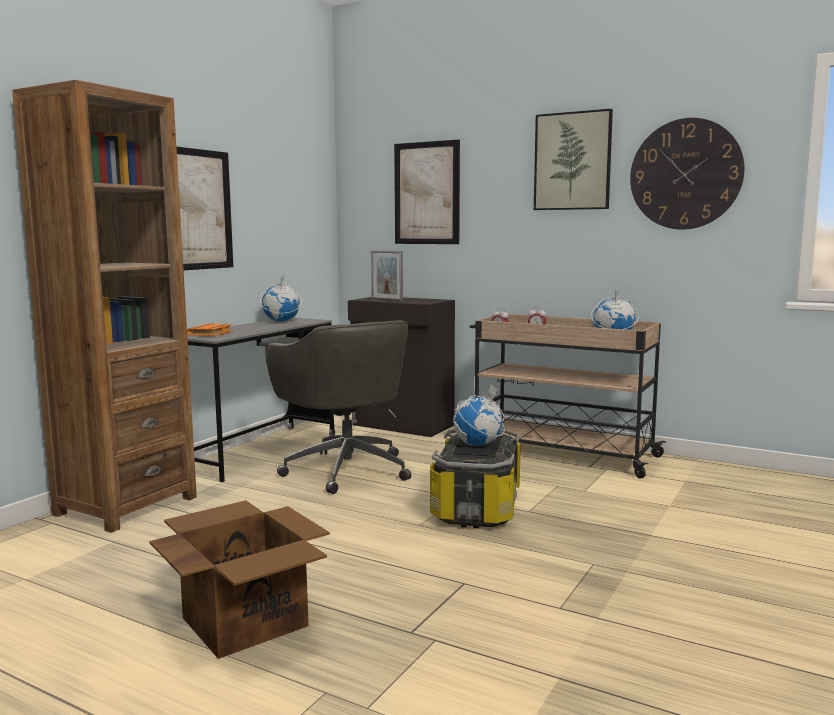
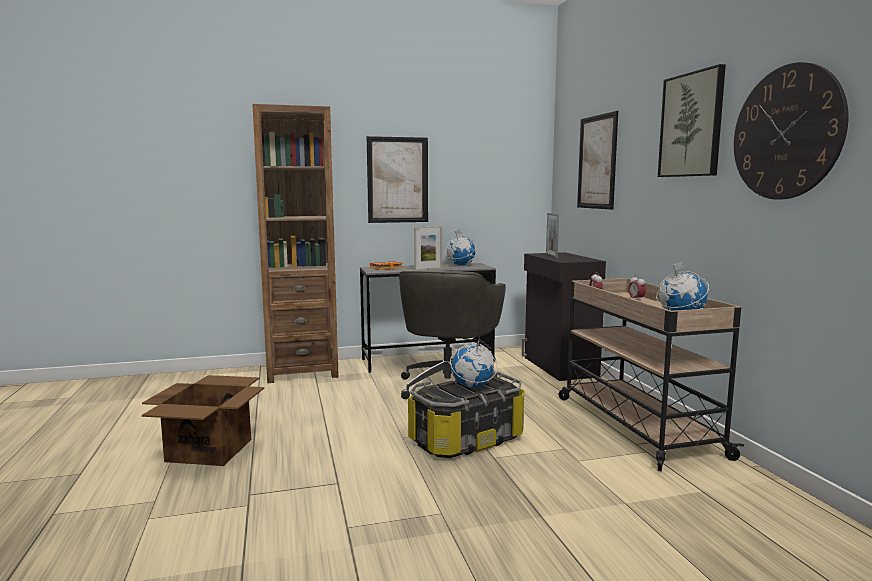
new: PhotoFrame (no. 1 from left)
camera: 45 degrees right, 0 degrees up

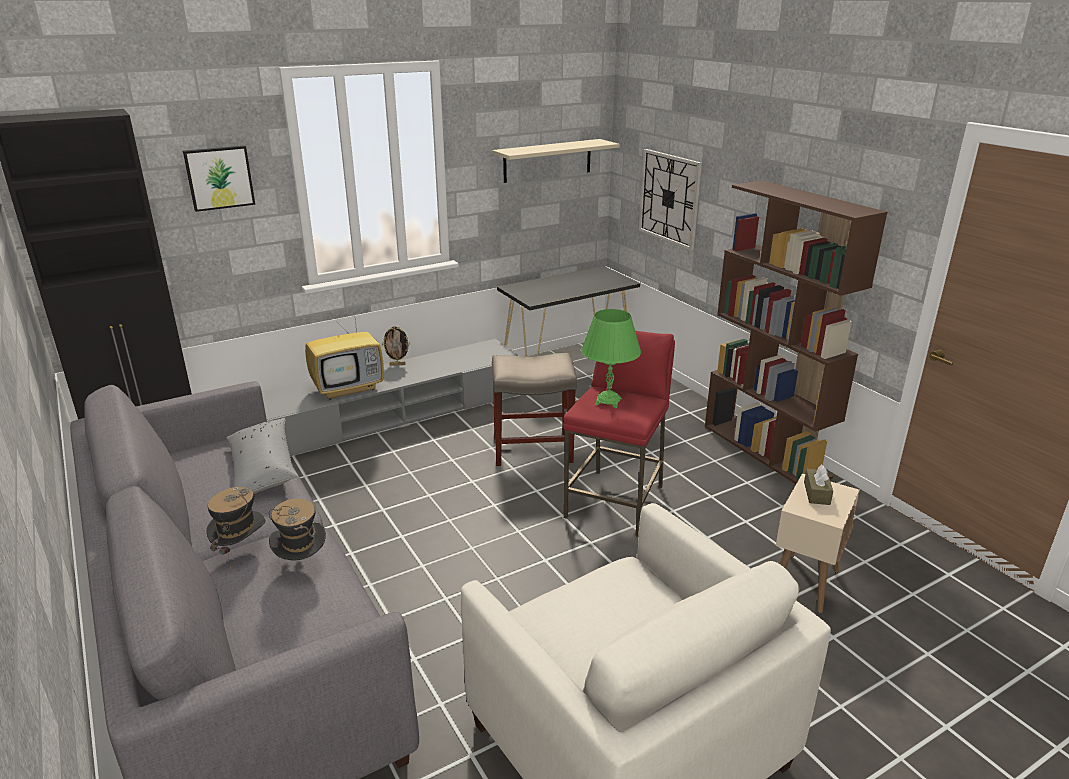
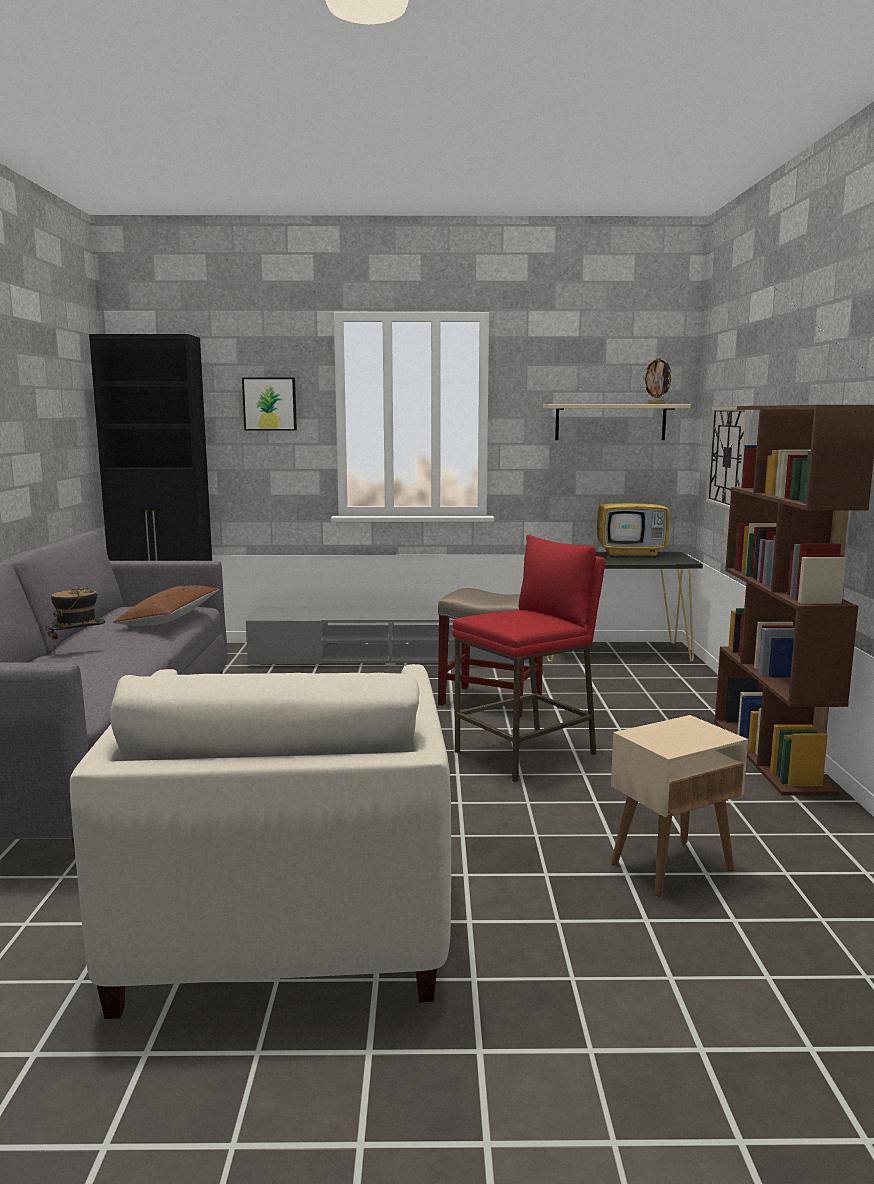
gone: WearableHat (no. 2 from left); GreenColouredTabletopLamp; BrownTissueBox
shifted: Tv; PhotoFrame
repainted: GreyThrowPillow to BrownThrowPillow
camera: 30 degrees right, 15 degrees down

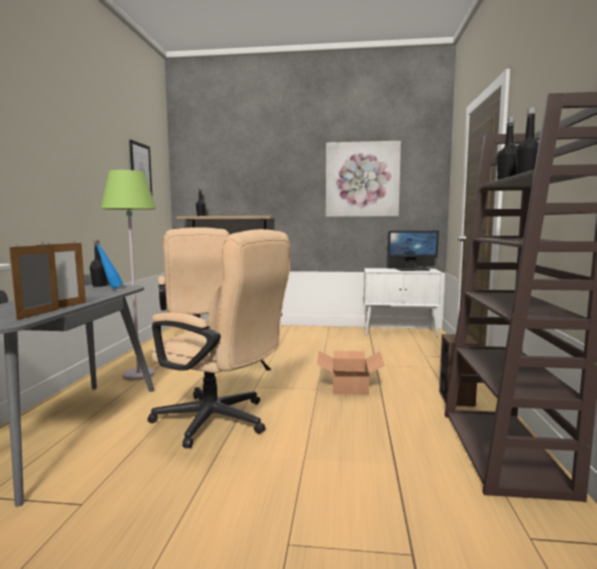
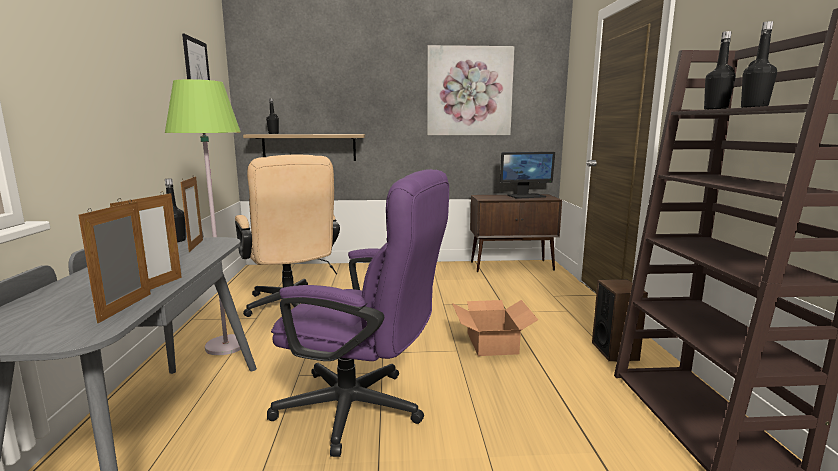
swapped: BluishBeverageBottle to PhotoFrame (no. 3 from left)
repainted: BeigeColouredComputerChair (no. 2 from left) to PurpleComputerChair; WhiteColouredCupboard to BrownCupboard
camera: 10 degrees left, 5 degrees up

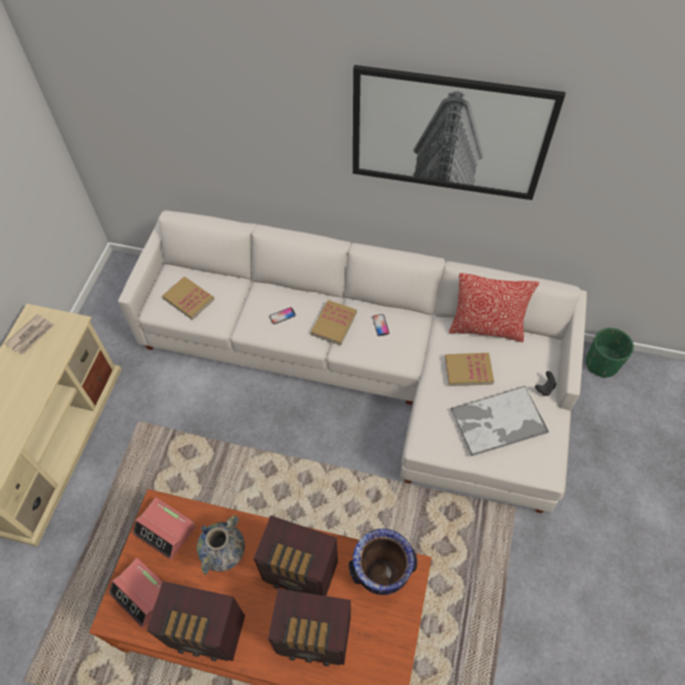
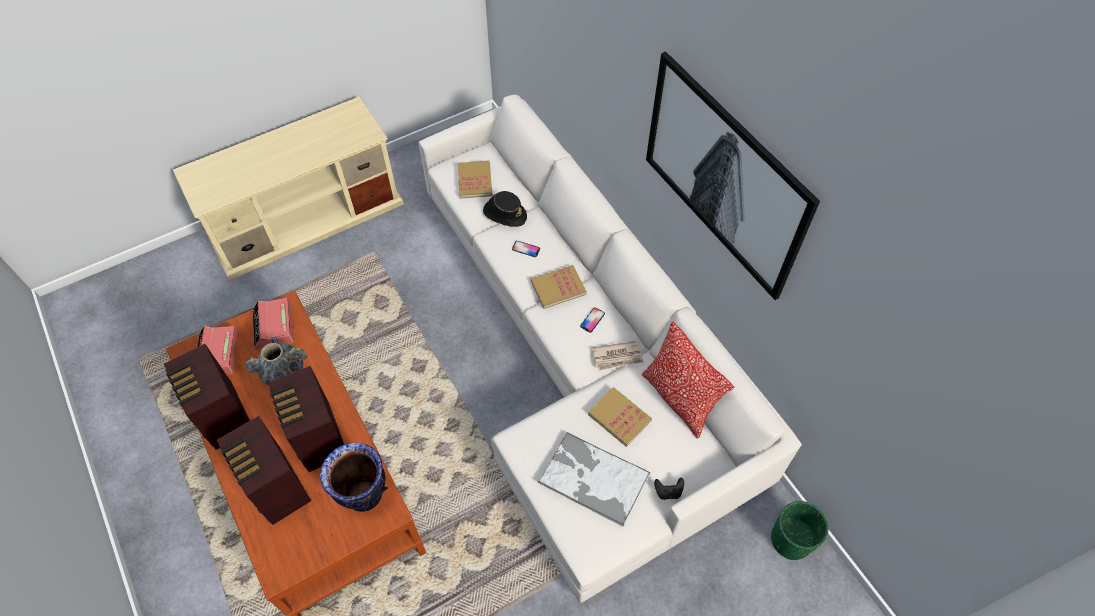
new: BlackWearableHat
shifted: PrintedPaper
camera: 45 degrees right, 0 degrees up

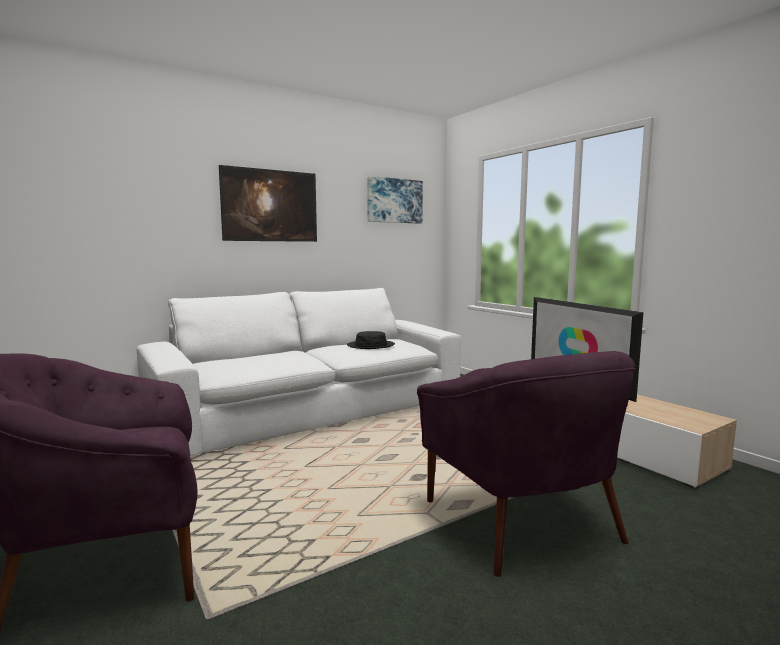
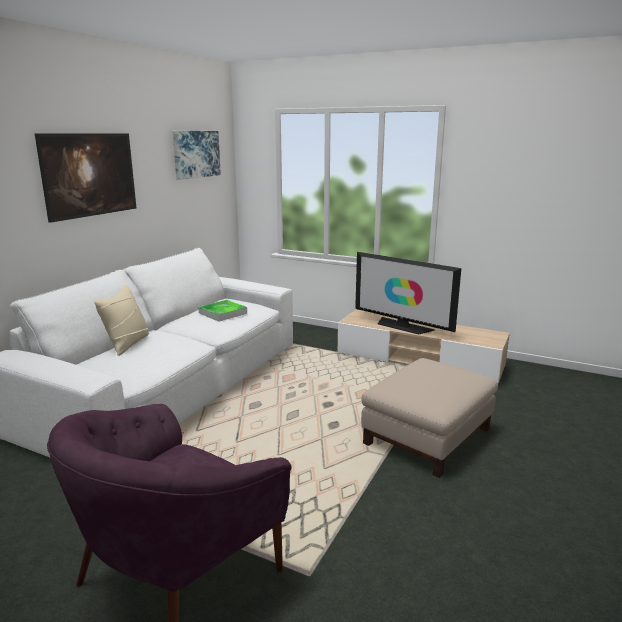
new: BeigeColouredThrowPillow
swapped: BlackWearableHat to CarryingTray; PurpleEasyChair (no. 2 from left) to BeigeColouredOttoman
camera: 30 degrees left, 10 degrees up

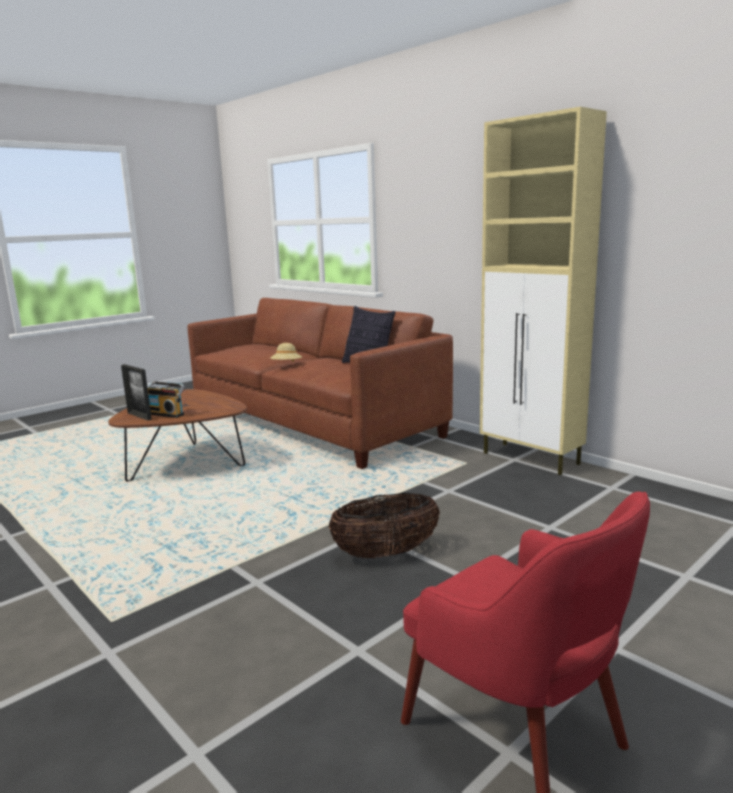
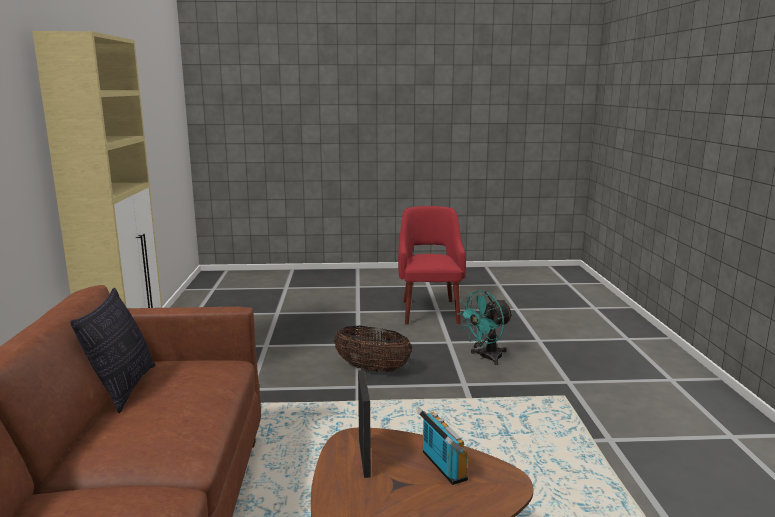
gone: BeigeColouredWearableHat
new: TurquoiseFan
shifted: PhotoFrame
camera: 140 degrees left, 0 degrees up

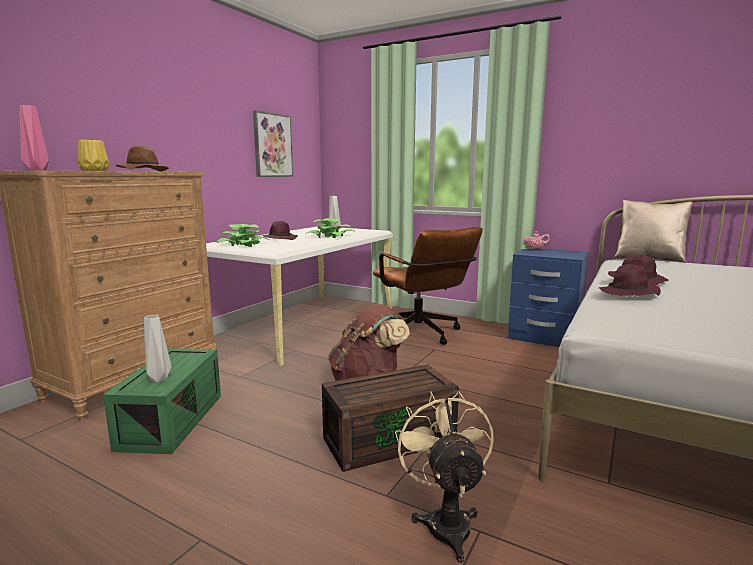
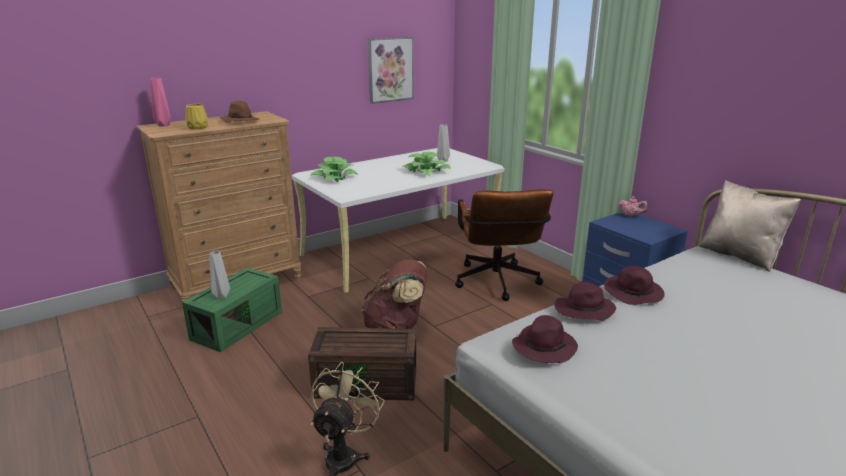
shifted: PurpleWearableHat (no. 1 from left)
camera: 25 degrees right, 10 degrees up

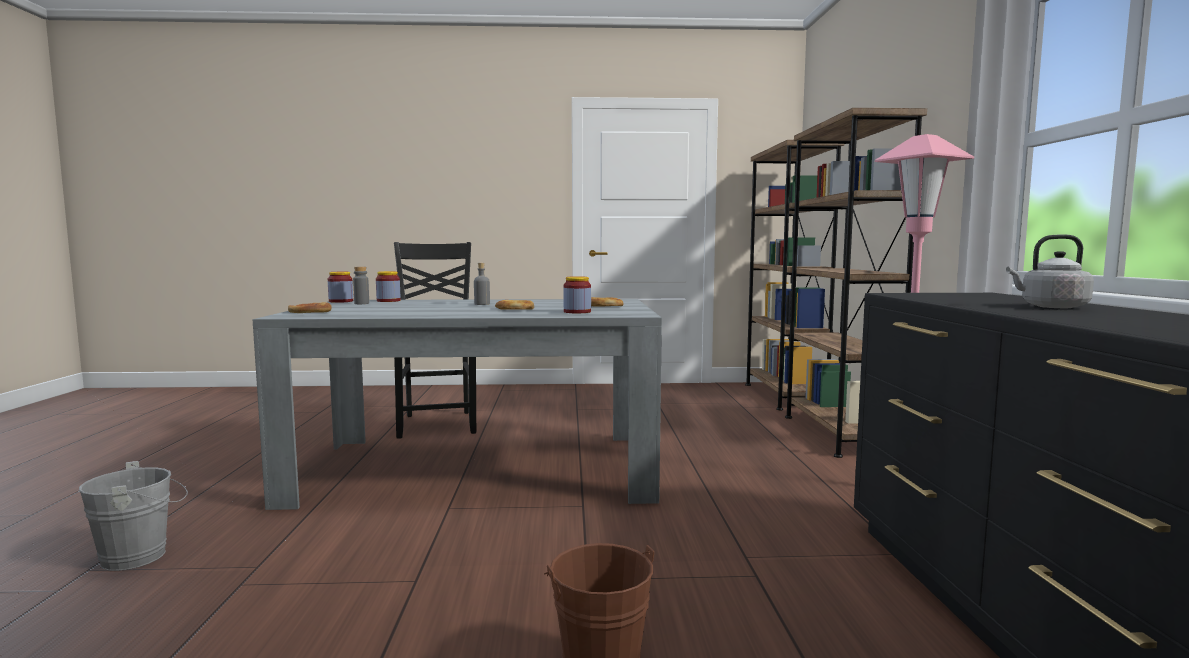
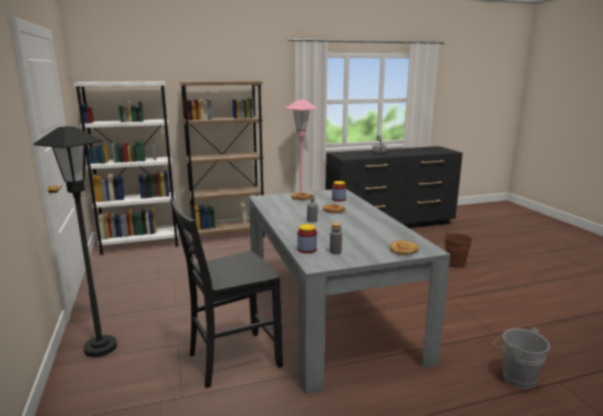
gone: PreserveJar (no. 1 from left)
new: BlackStandardLamp
repainted: BrownShelvingUnit (no. 1 from left) to WhiteColouredShelvingUnit
camera: 105 degrees left, 10 degrees up

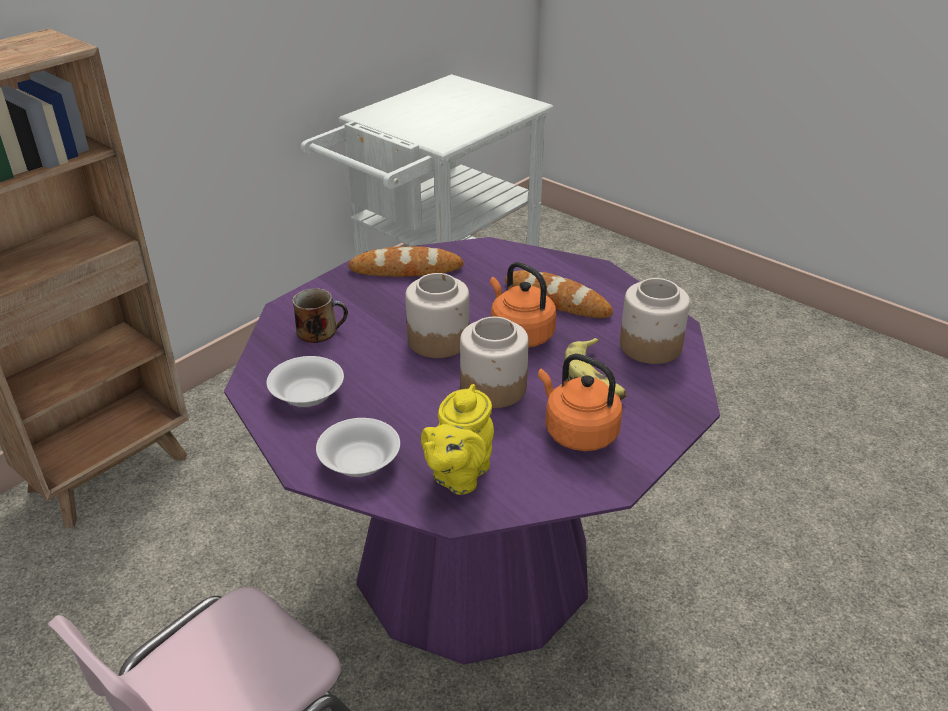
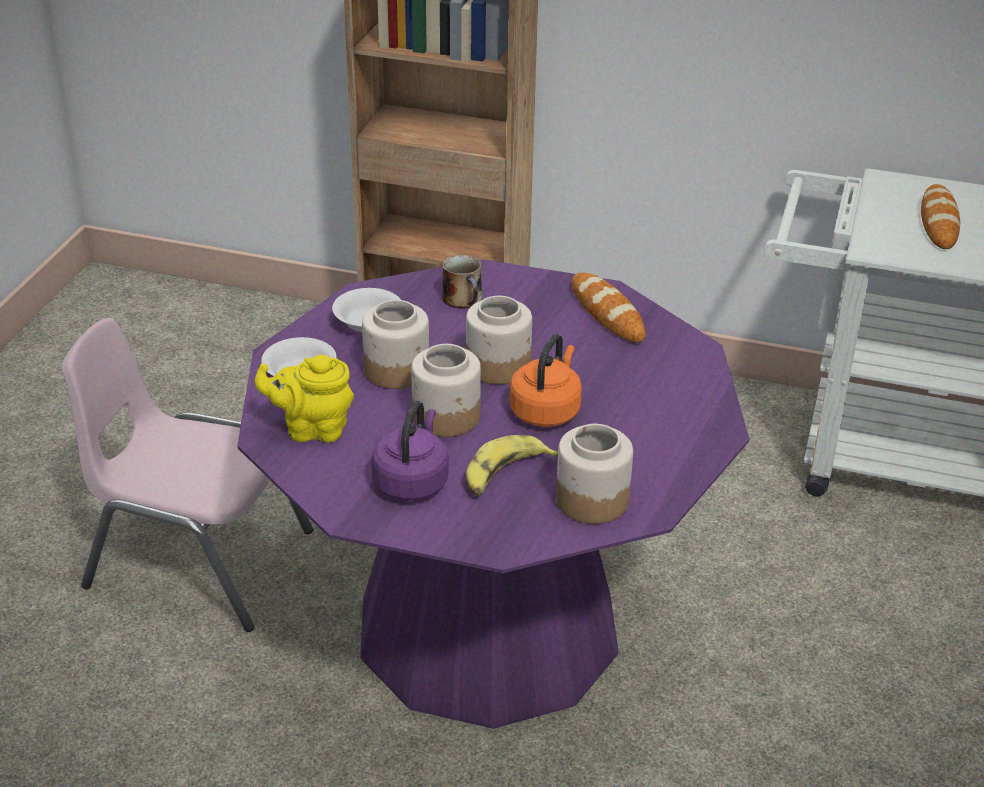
new: PreserveJar (no. 1 from left)
shifted: Bread (no. 2 from left)
repainted: OrangeColouredKettle (no. 2 from left) to PurpleKettle
camera: 65 degrees right, 0 degrees up

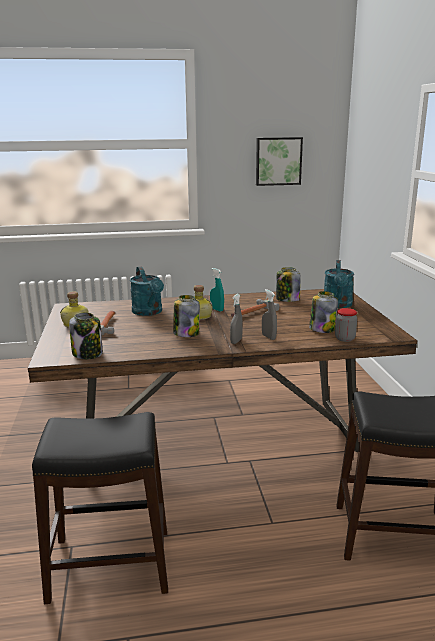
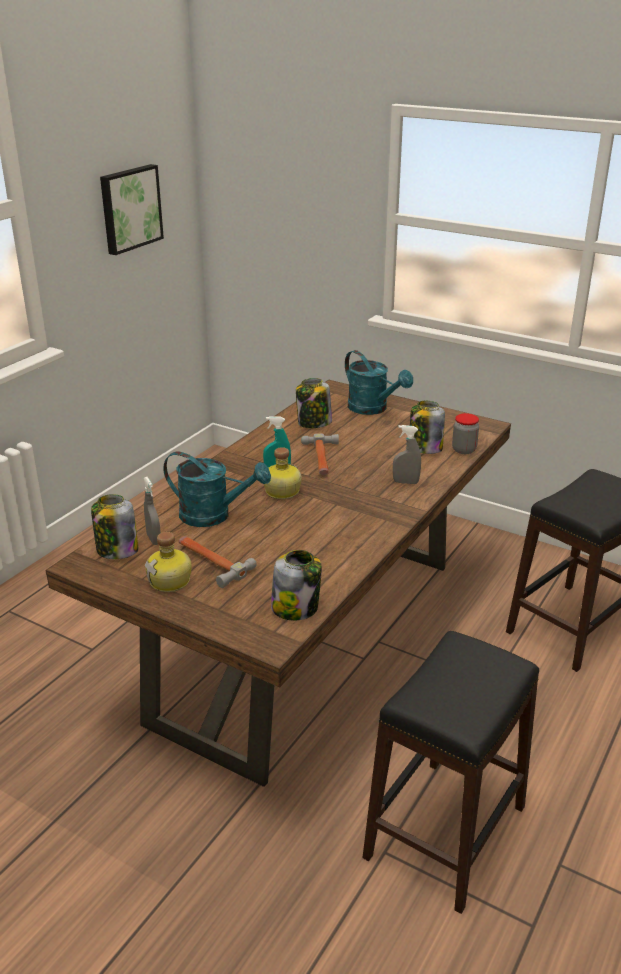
shifted: PreserveJar (no. 2 from left in the first image) to PreserveJar (no. 1 from left); GreySprayBottle (no. 1 from left)
camera: 50 degrees left, 10 degrees up

